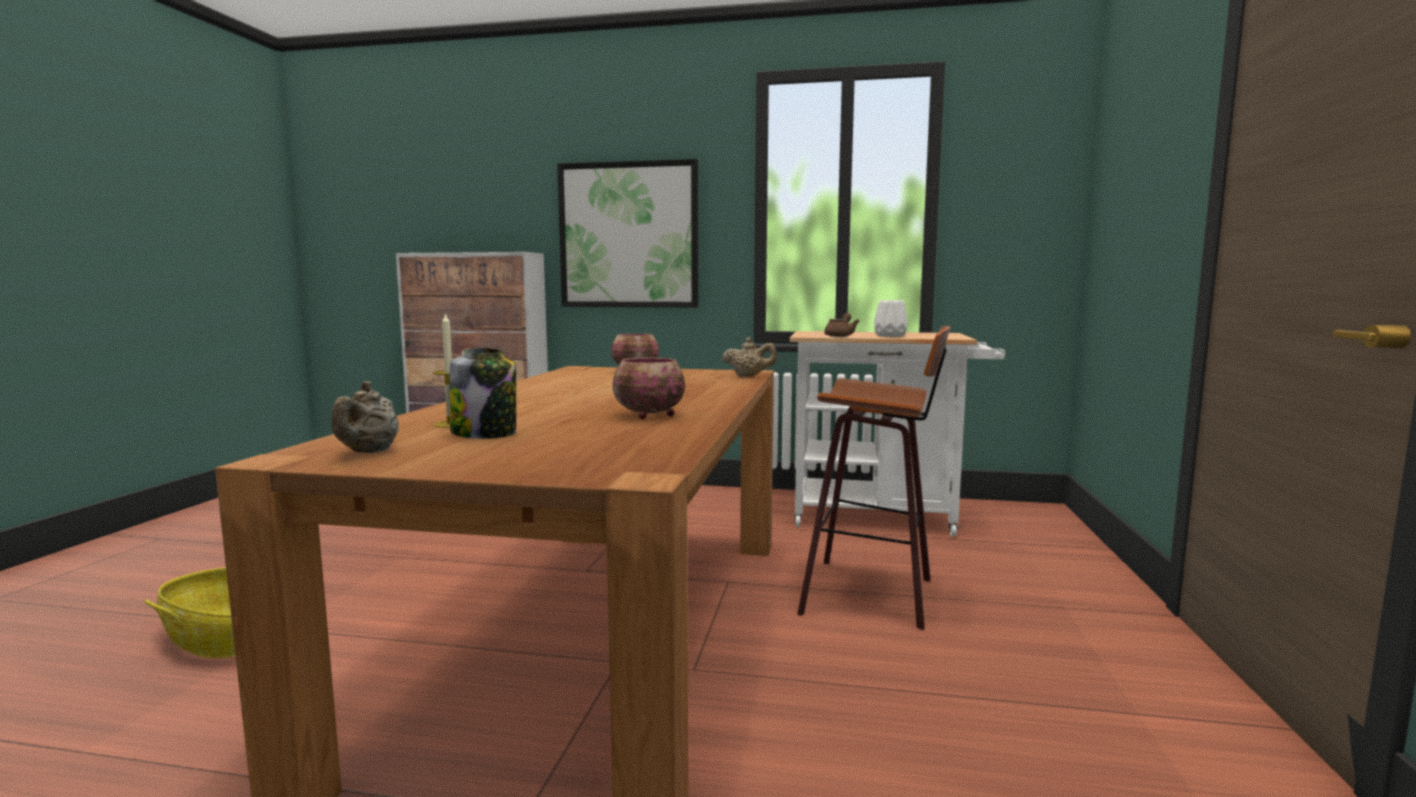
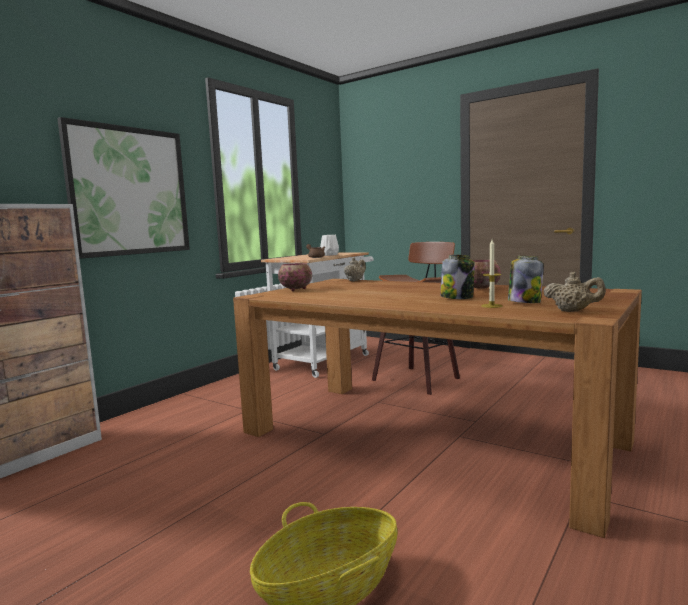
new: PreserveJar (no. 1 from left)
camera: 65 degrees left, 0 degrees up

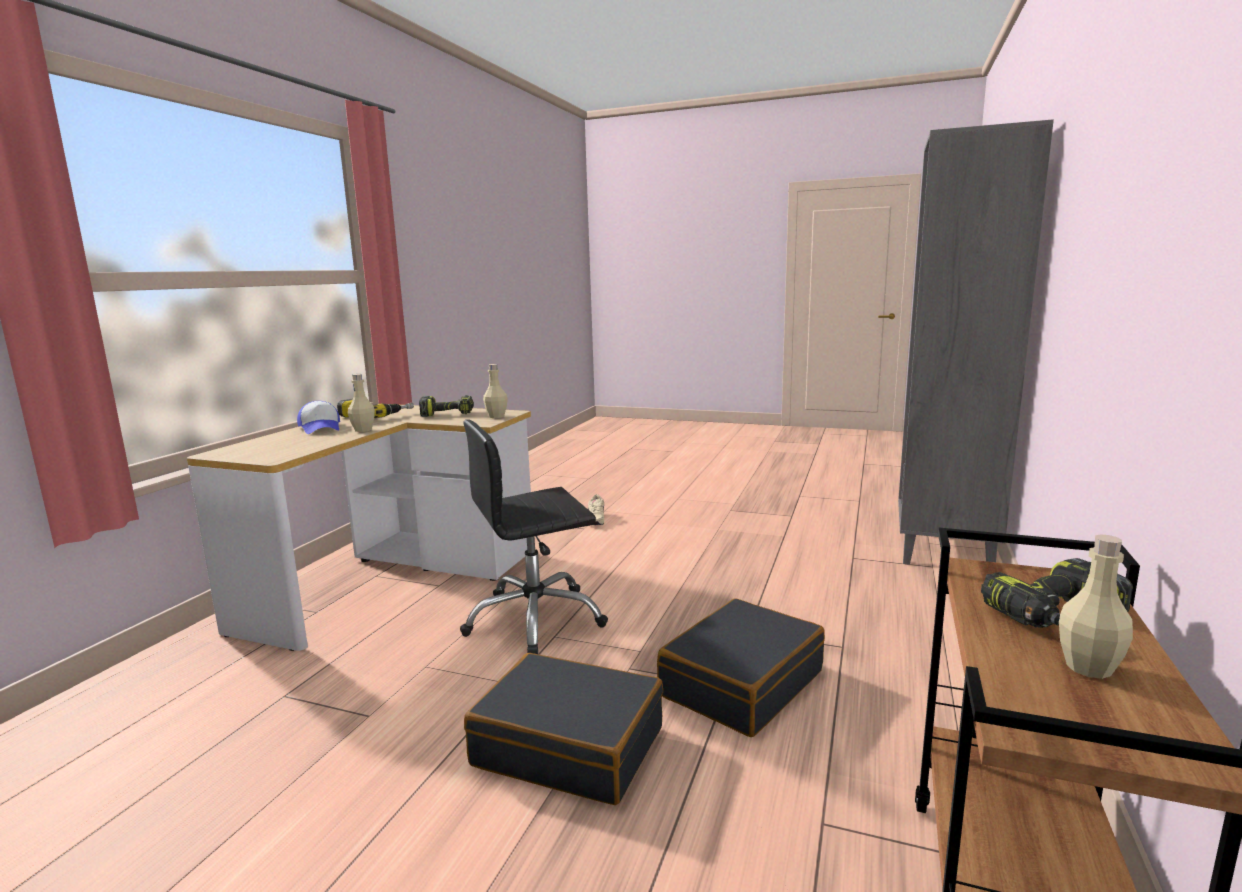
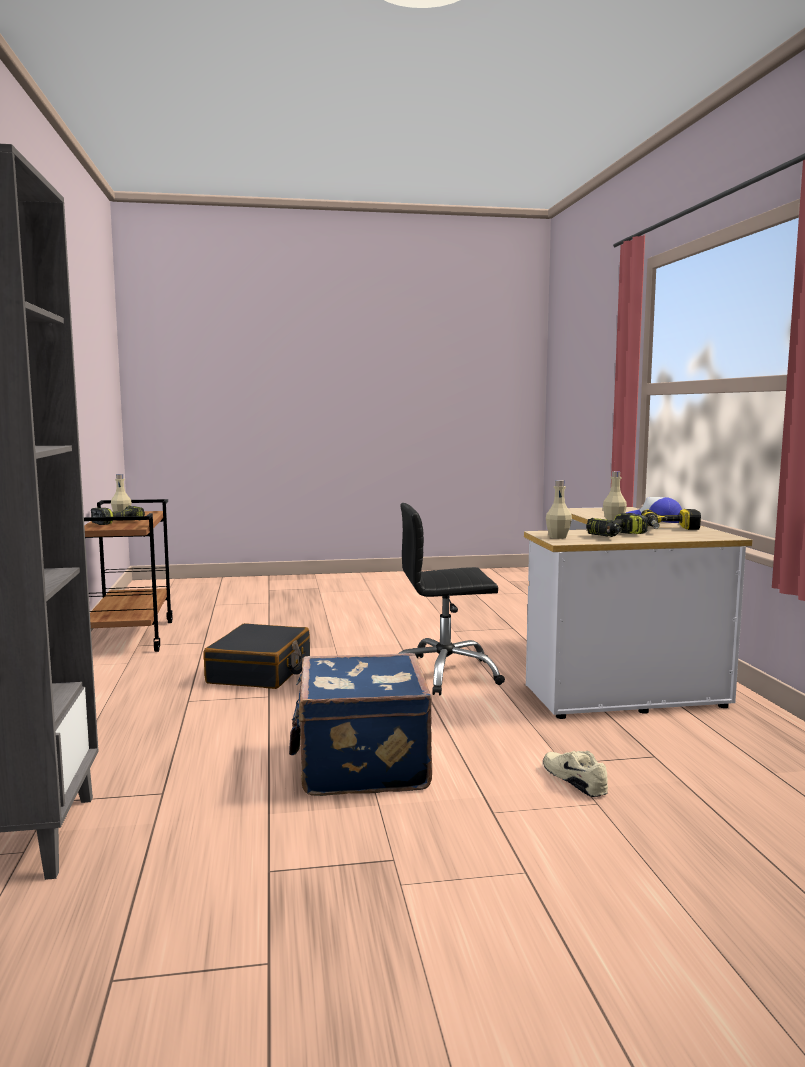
gone: BlackTravelCase (no. 1 from left)
new: BluishTravelCase
rotated: BlackComputerChair 135 degrees counterclockwise
camera: 150 degrees right, 5 degrees down

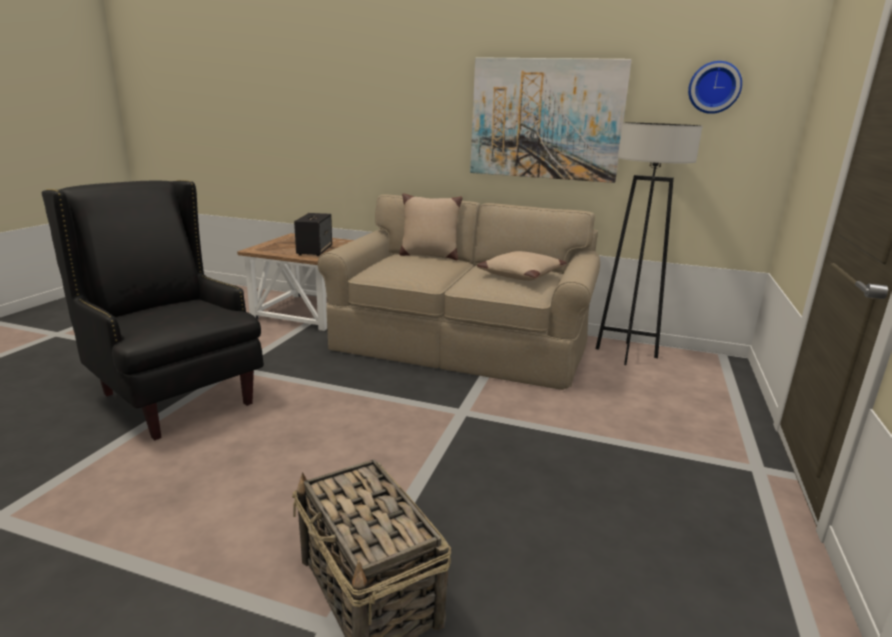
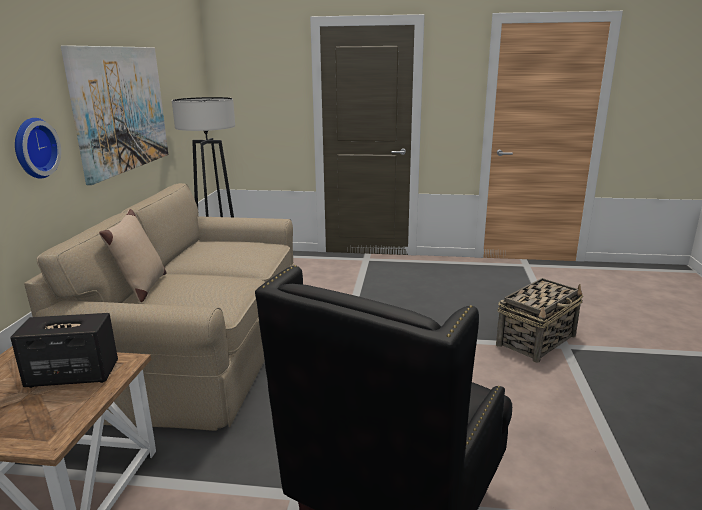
gone: BeigeColouredThrowPillow (no. 2 from left)
shifted: WallClock
camera: 100 degrees left, 0 degrees up

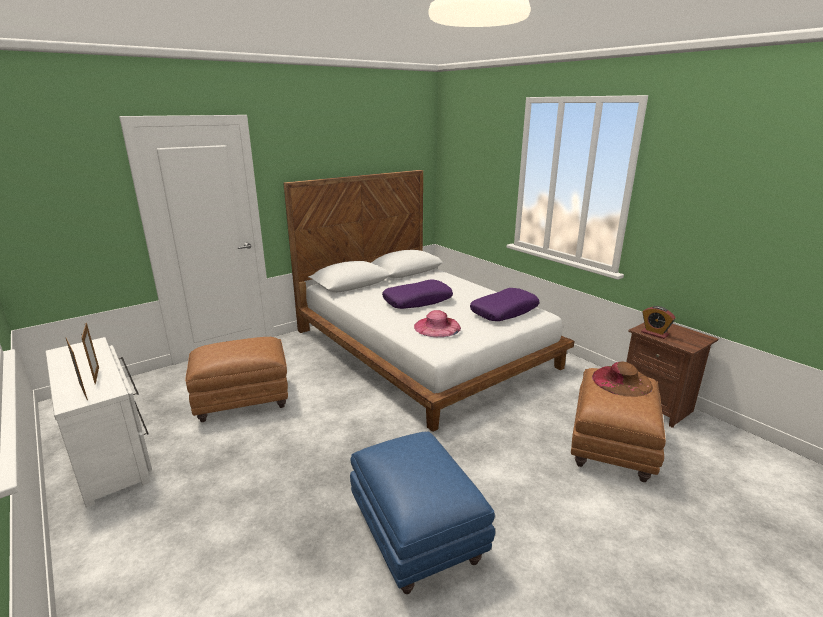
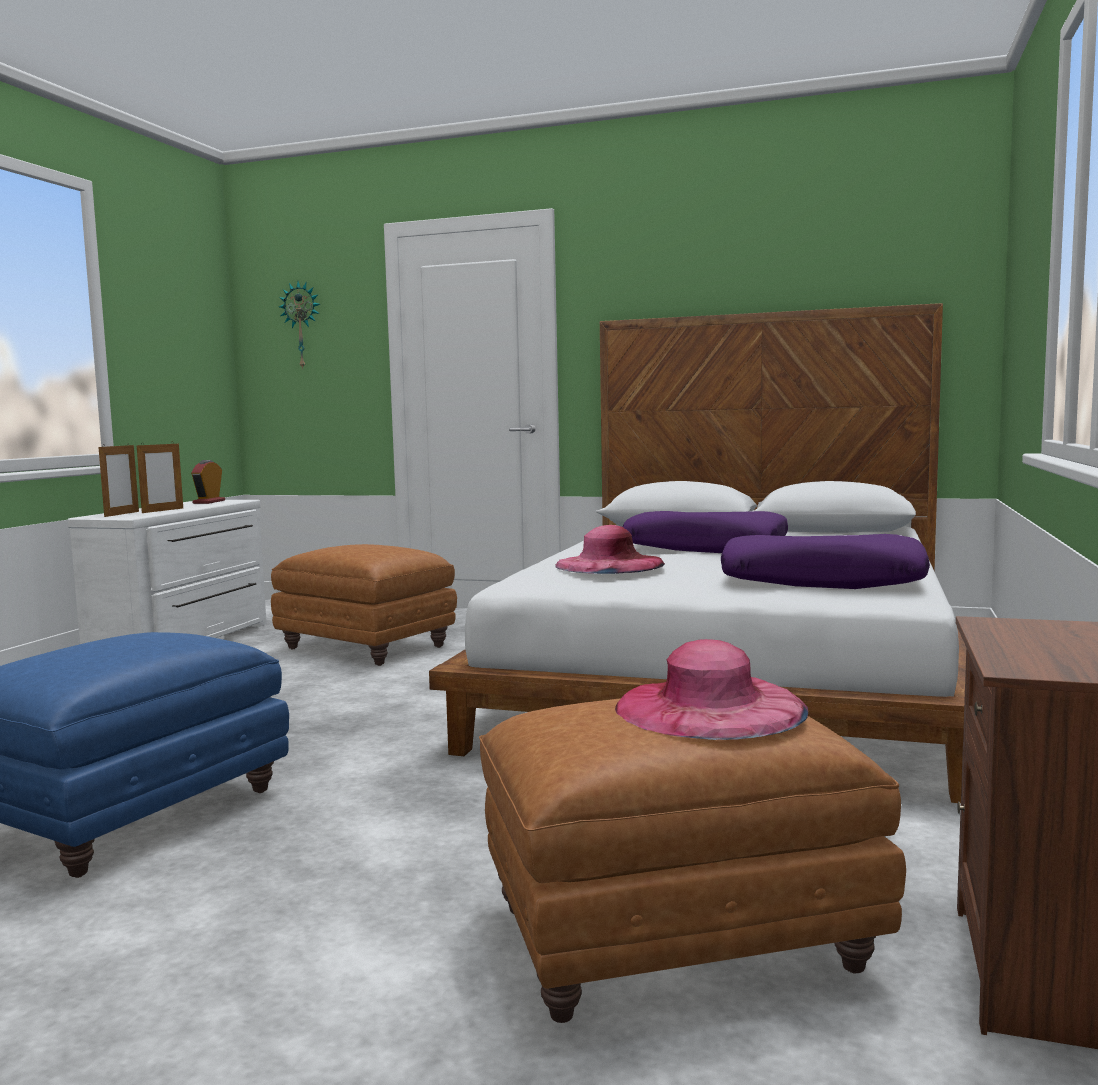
new: WallClock
shifted: TableClock
repainted: BrownWearableHat to PinkWearableHat (no. 2 from left)
camera: 55 degrees right, 15 degrees down

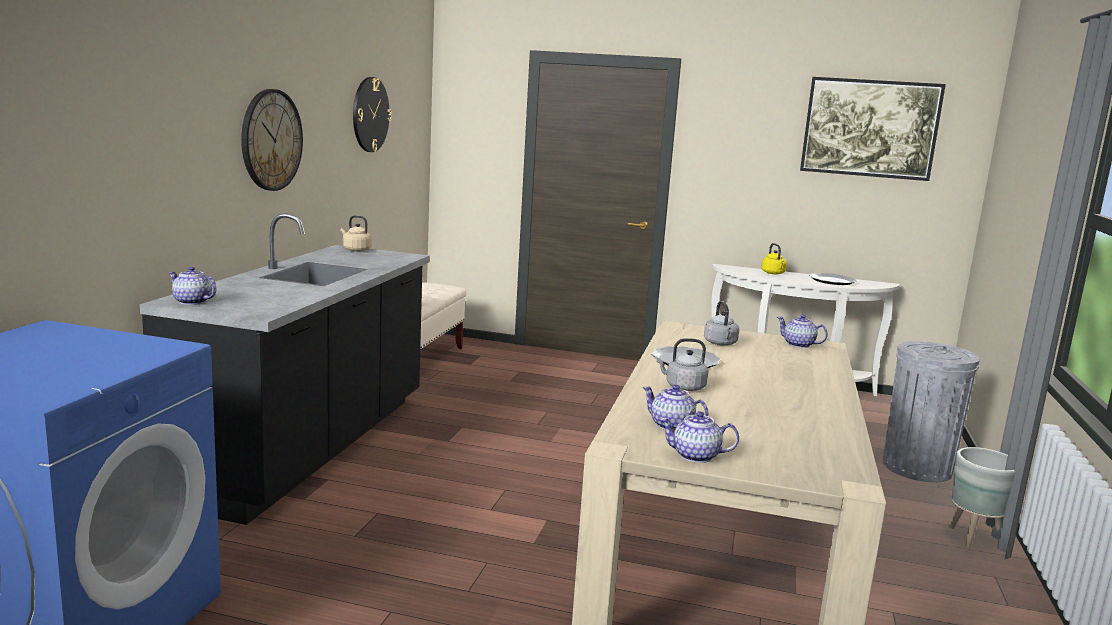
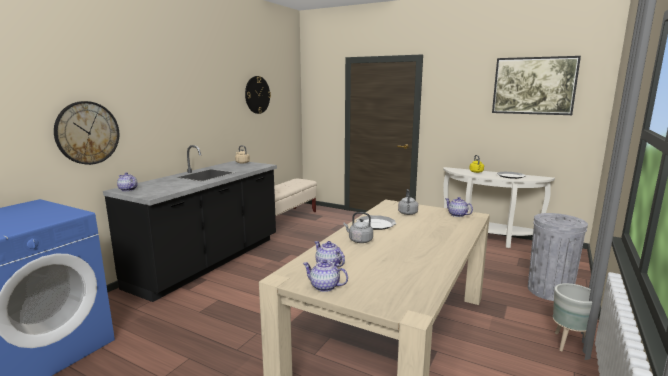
shifted: WallClock (no. 1 from left)
camera: 15 degrees right, 0 degrees up

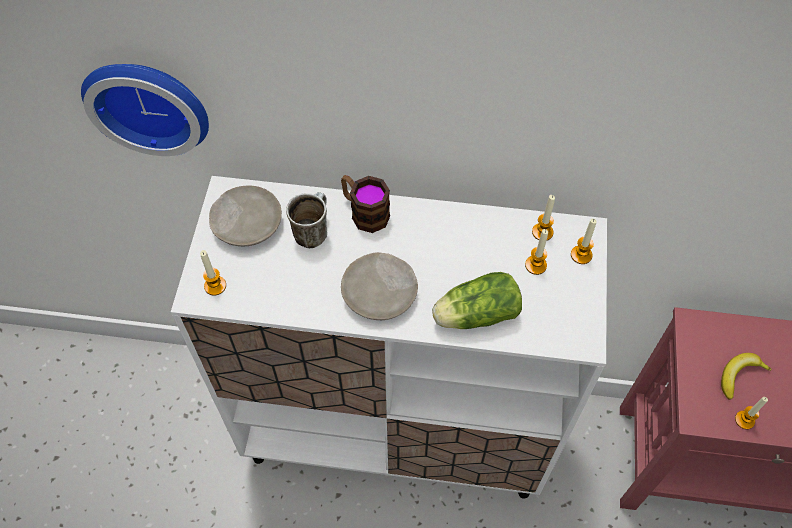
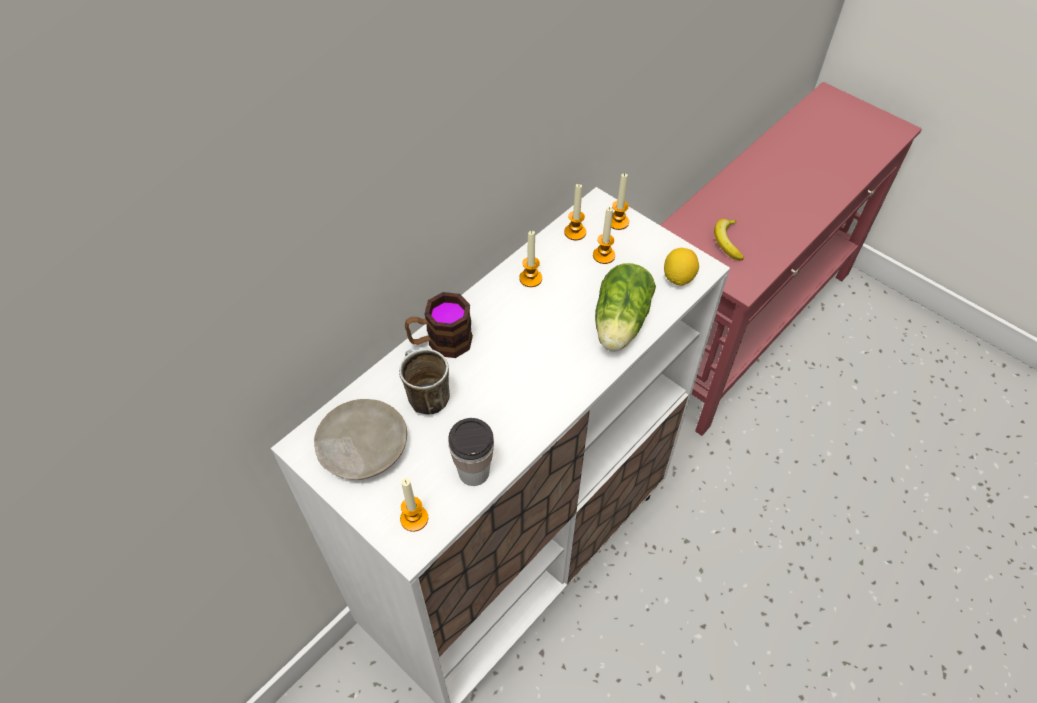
gone: WallClock; BeigeColouredPlate (no. 2 from left)
new: Cup; Lemon
shifted: Candle (no. 5 from left in the first image) to Candle (no. 2 from left)
camera: 55 degrees left, 5 degrees down

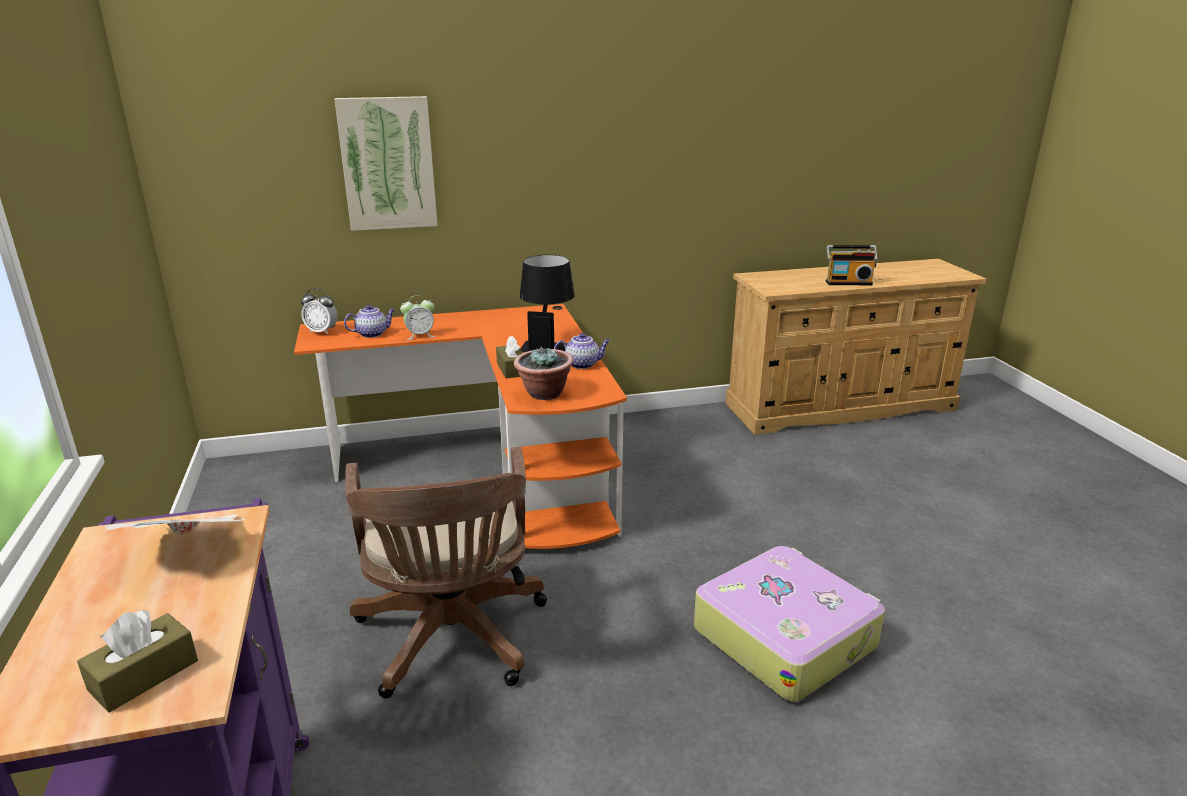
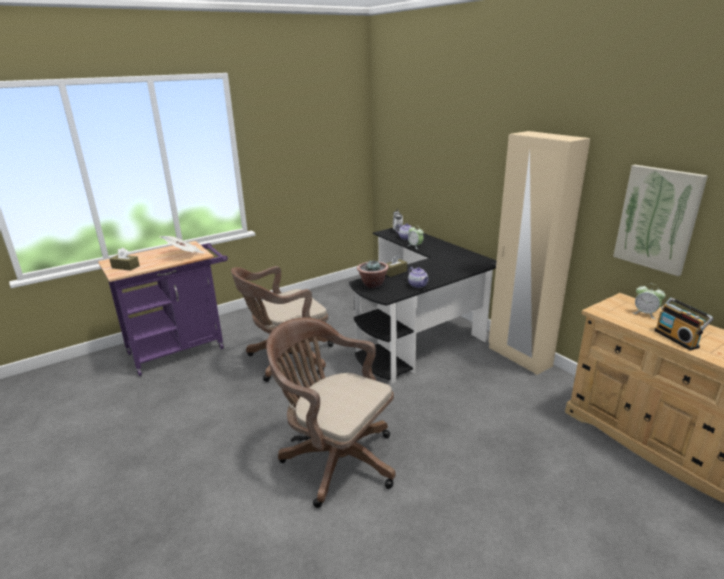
gone: BlackTabletopLamp
new: BeigeColouredArmoire; TableClock (no. 3 from left)
shifted: Picture
swapped: TravelCase to BrownComputerChair (no. 2 from left)
repainted: OrangeColouredDeskUnit to BlackDeskUnit
camera: 70 degrees right, 0 degrees up

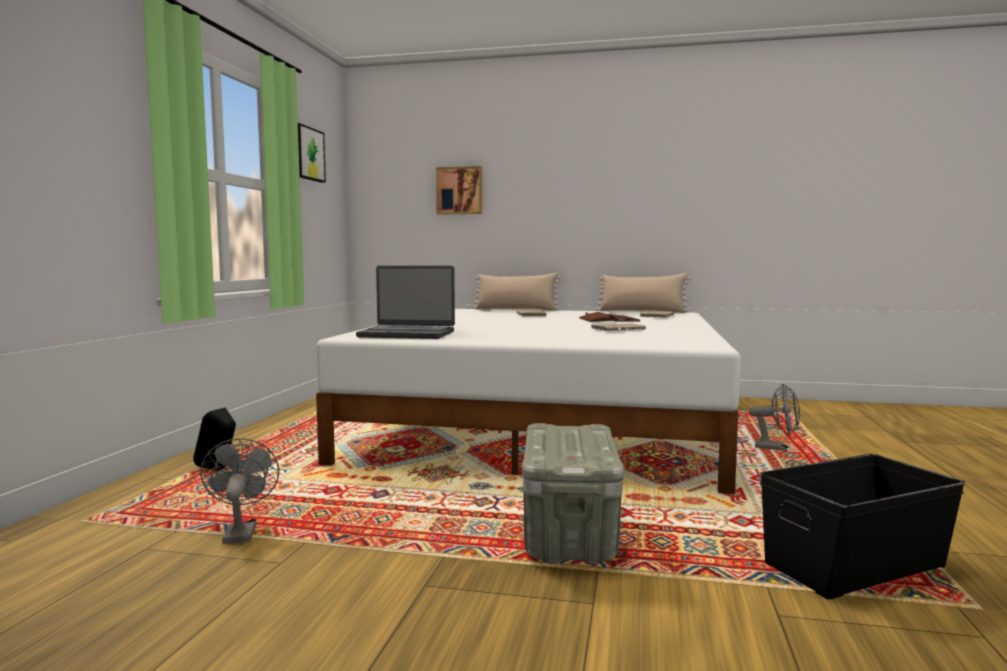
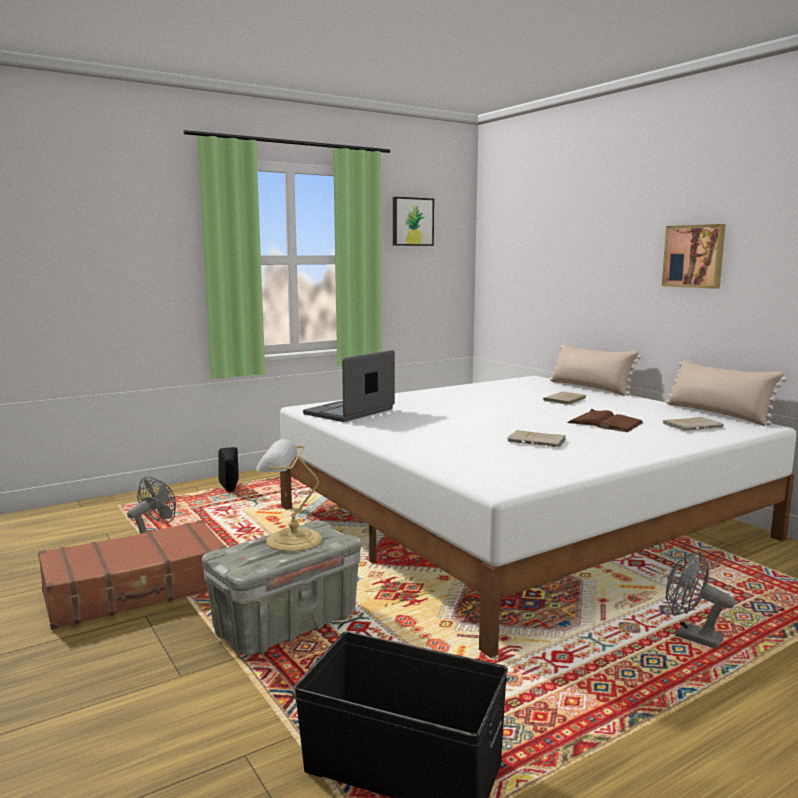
new: BrownTravelCase; TabletopLamp
shifted: Picture (no. 2 from left)
rotated: NotebookComputer 75 degrees clockwise; GreyFan (no. 2 from left) 150 degrees clockwise
camera: 45 degrees right, 5 degrees up

